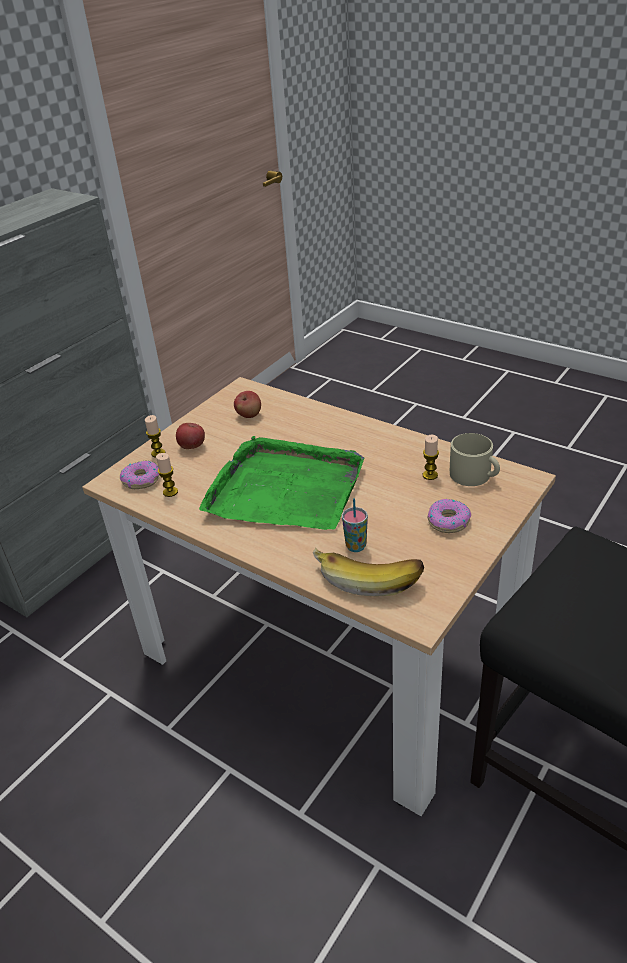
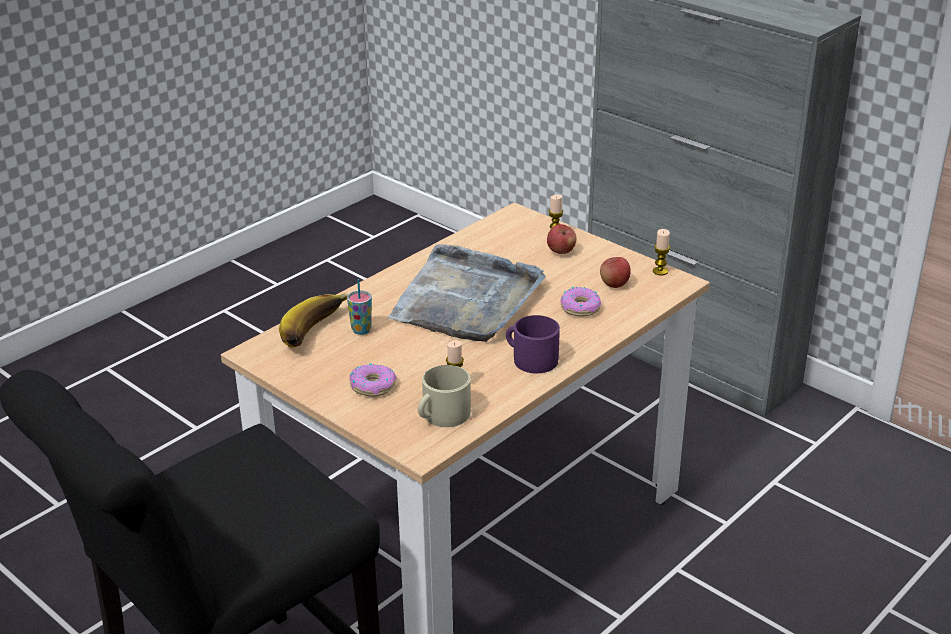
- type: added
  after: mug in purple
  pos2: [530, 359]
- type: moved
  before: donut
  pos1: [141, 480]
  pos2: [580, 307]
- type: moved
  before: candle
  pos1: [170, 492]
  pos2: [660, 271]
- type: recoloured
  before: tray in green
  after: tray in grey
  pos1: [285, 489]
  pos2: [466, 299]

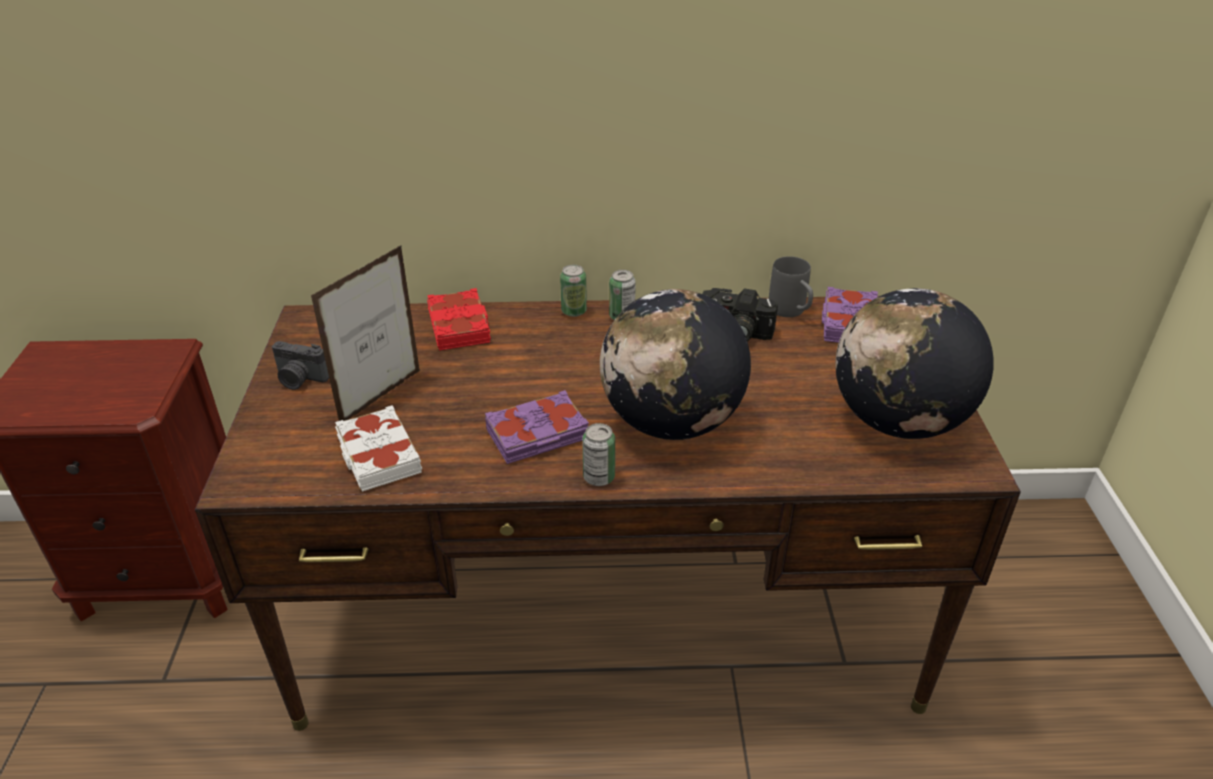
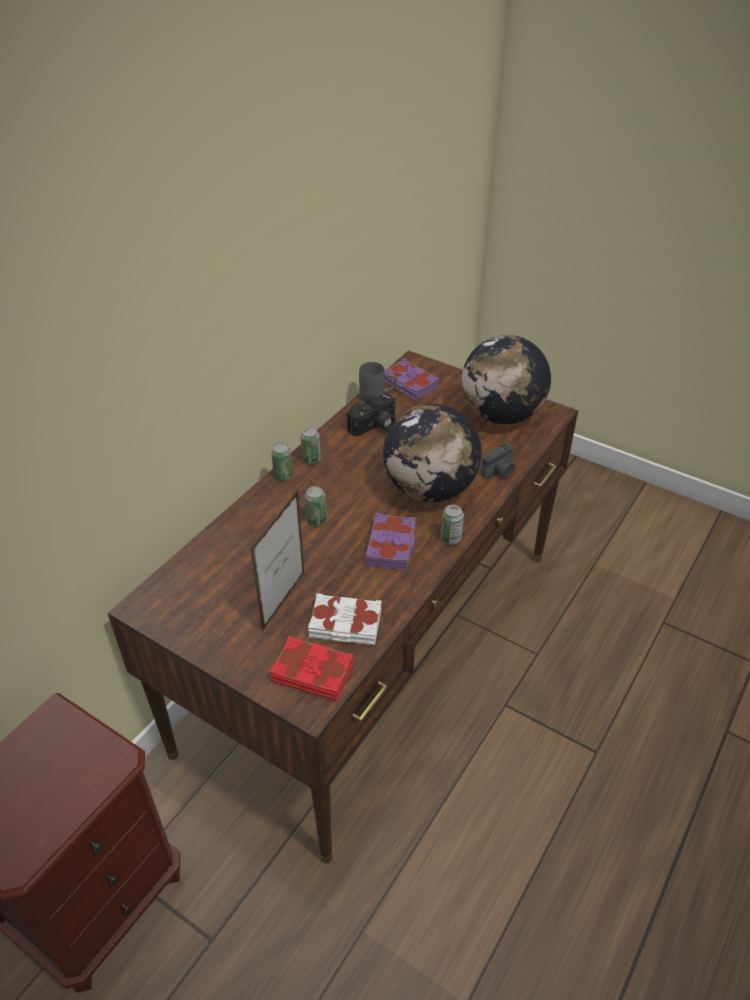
- type: added
  after: can
  pos2: [316, 520]
- type: moved
  before: photo camera
  pos1: [300, 379]
  pos2: [499, 472]
- type: moved
  before: book in red
  pos1: [460, 326]
  pos2: [313, 672]
- type: turned
  before: picture frame
  pos1: [381, 397]
  pos2: [284, 600]
  turn: 45

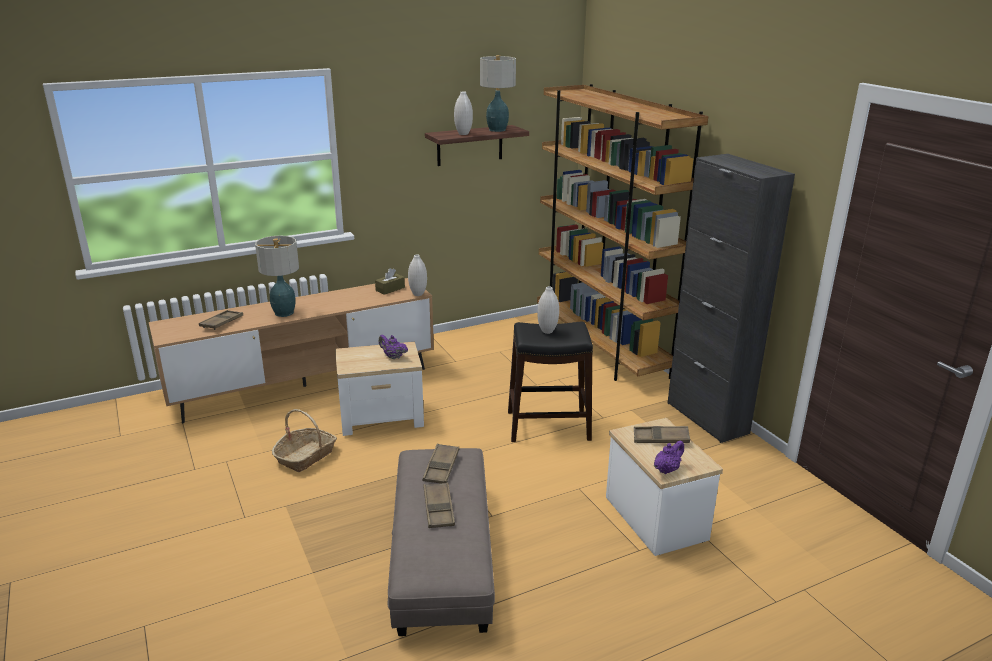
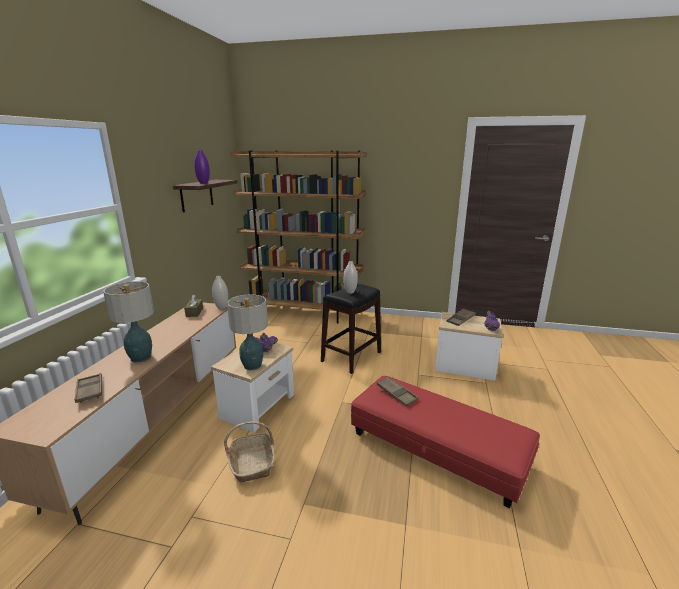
- type: removed
  before: tray in brown
  pos1: [438, 509]
- type: removed
  before: cabinet in black
  pos1: [707, 418]
- type: moved
  before: table lamp
  pos1: [497, 130]
  pos2: [252, 366]
- type: recoloured
  before: ottoman in grey
  after: ottoman in red
  pos1: [442, 554]
  pos2: [436, 449]
- type: recoloured
  before: vase in white
  after: vase in purple
  pos1: [463, 134]
  pos2: [203, 183]

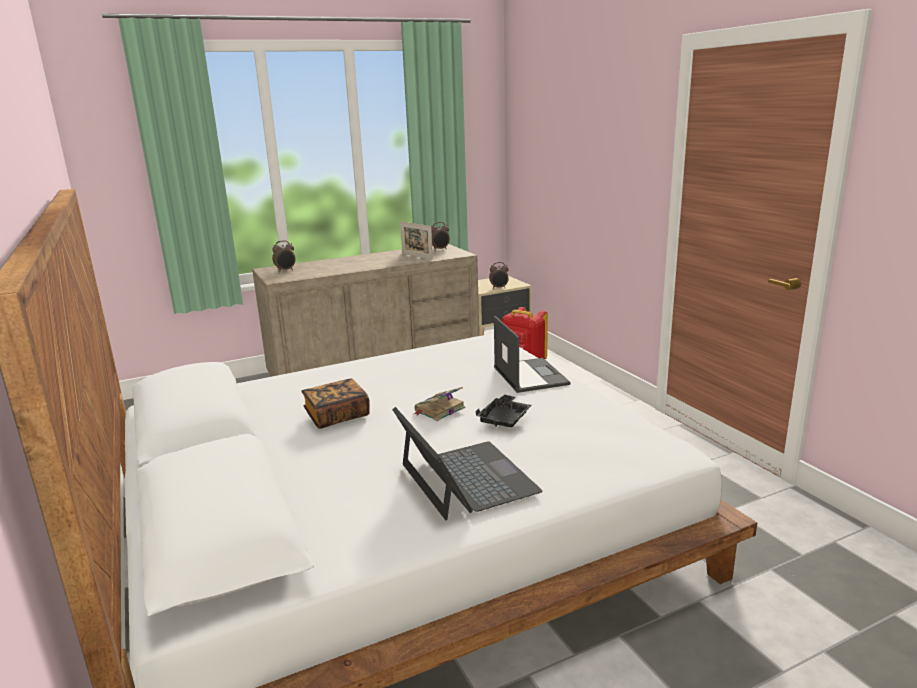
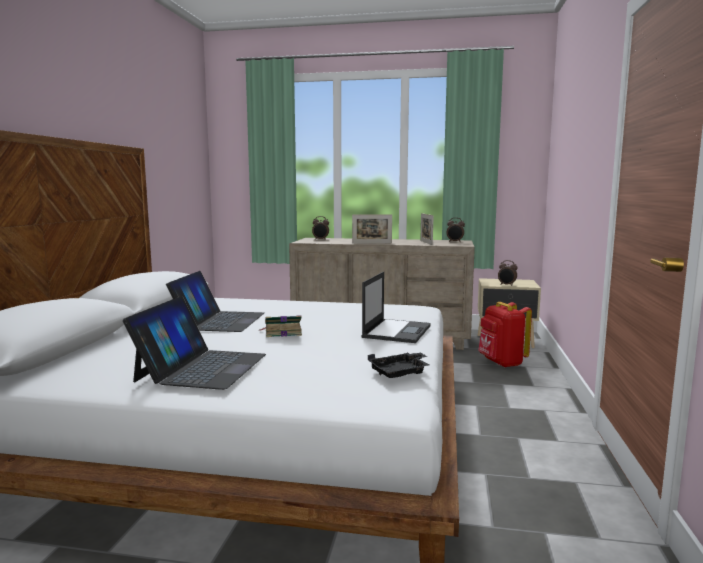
- type: added
  after: picture frame
  pos2: [372, 243]
- type: moved
  before: tray in black
  pos1: [505, 419]
  pos2: [400, 373]
- type: replaced
  before: book
  after: laptop
  pos1: [337, 416]
  pos2: [219, 321]

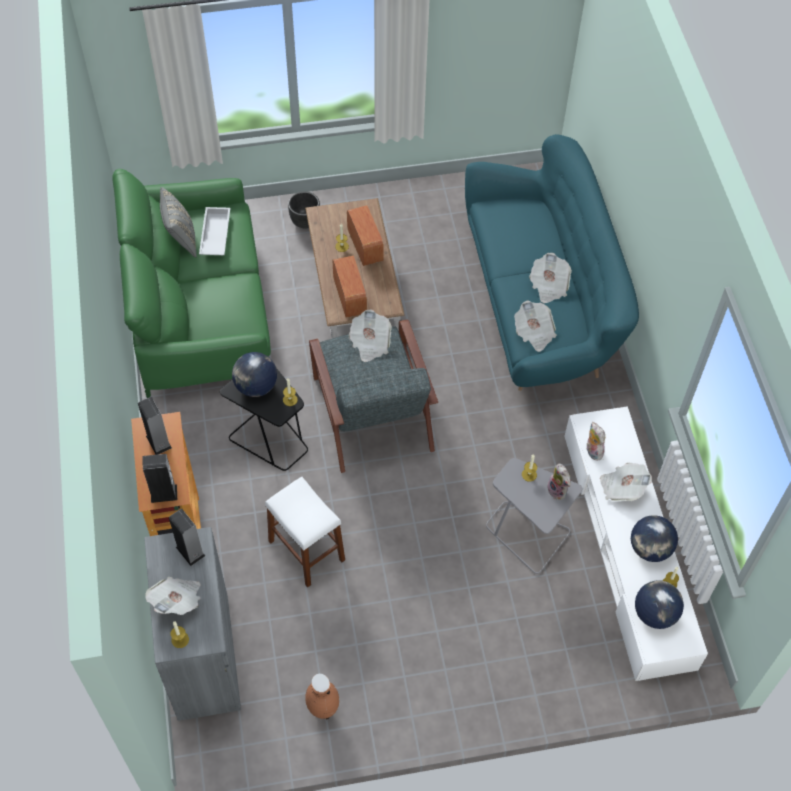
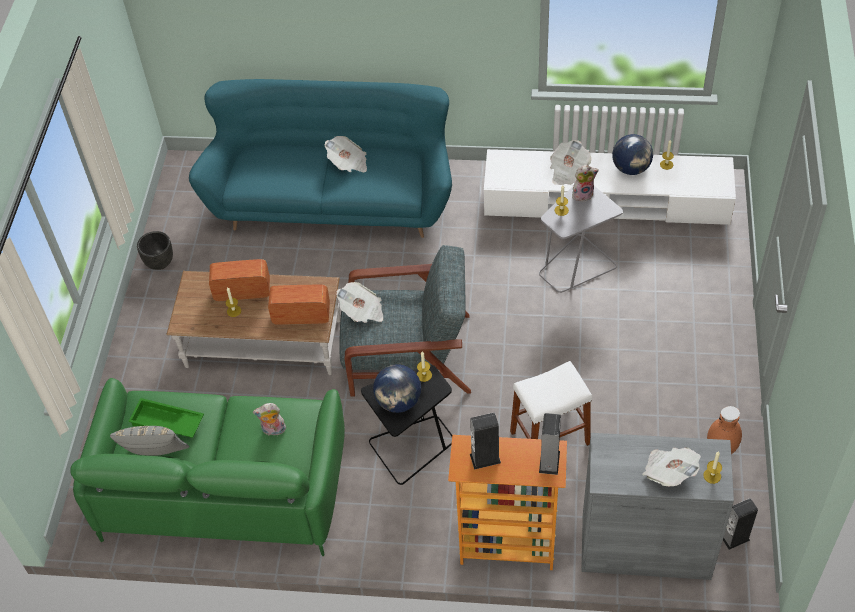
- type: removed
  before: newspaper
  pos1: [534, 333]
- type: removed
  before: globe
  pos1: [654, 613]
- type: moved
  before: speaker
  pos1: [190, 551]
  pos2: [735, 538]
- type: moved
  before: planter in black
  pos1: [305, 222]
  pos2: [159, 263]
- type: moved
  before: plush toy
  pos1: [592, 451]
  pos2: [273, 430]
- type: recoloured
  before: tray in white
  after: tray in green
  pos1: [214, 235]
  pos2: [167, 423]

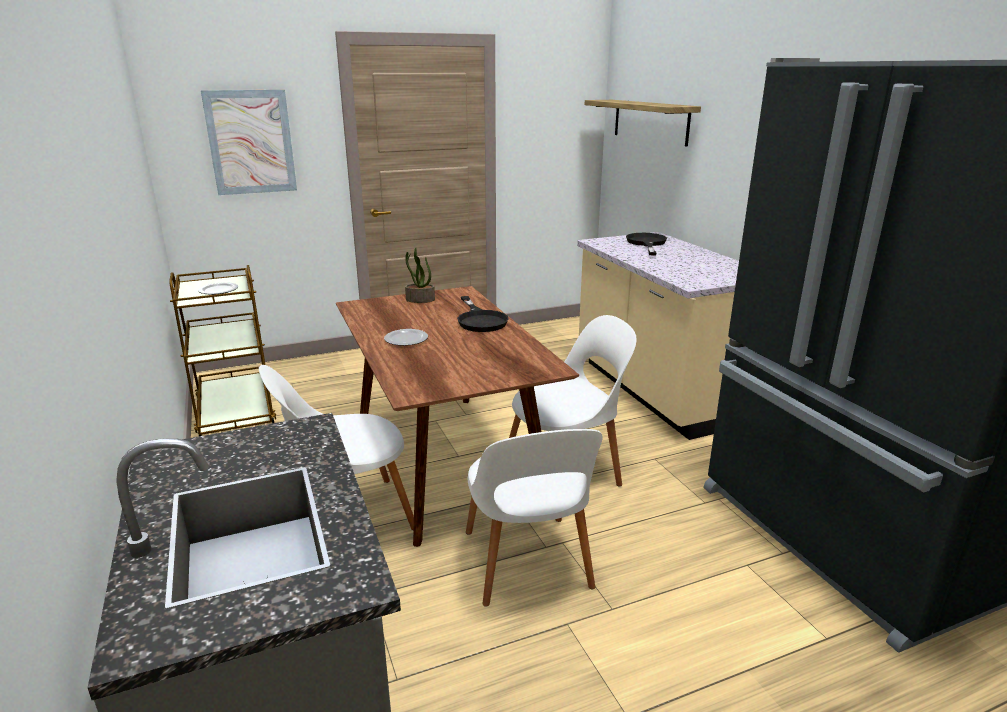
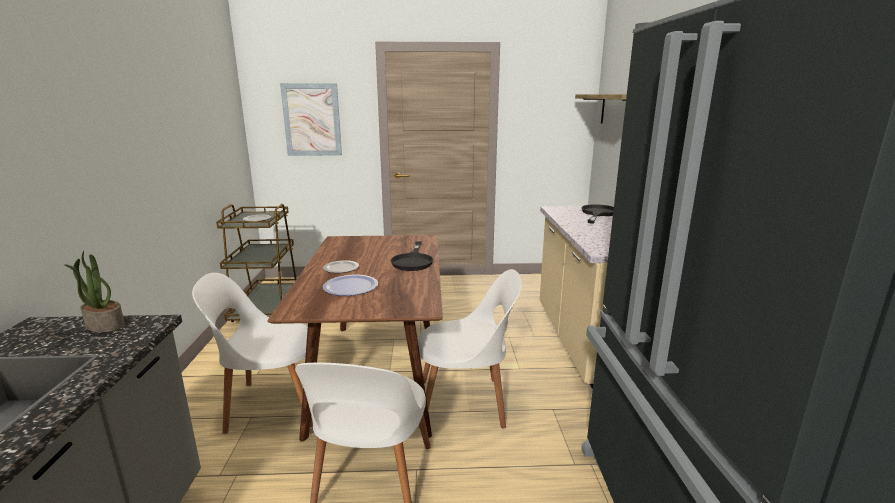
- type: added
  after: plate
  pos2: [351, 286]
- type: moved
  before: potted plant
  pos1: [420, 300]
  pos2: [104, 325]

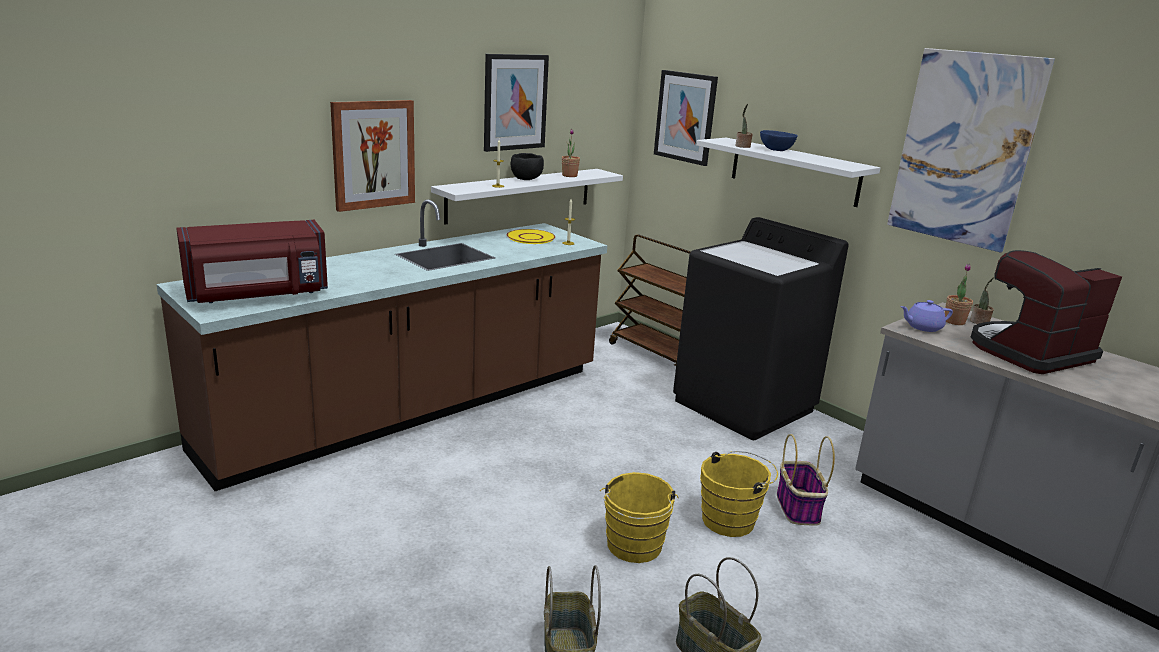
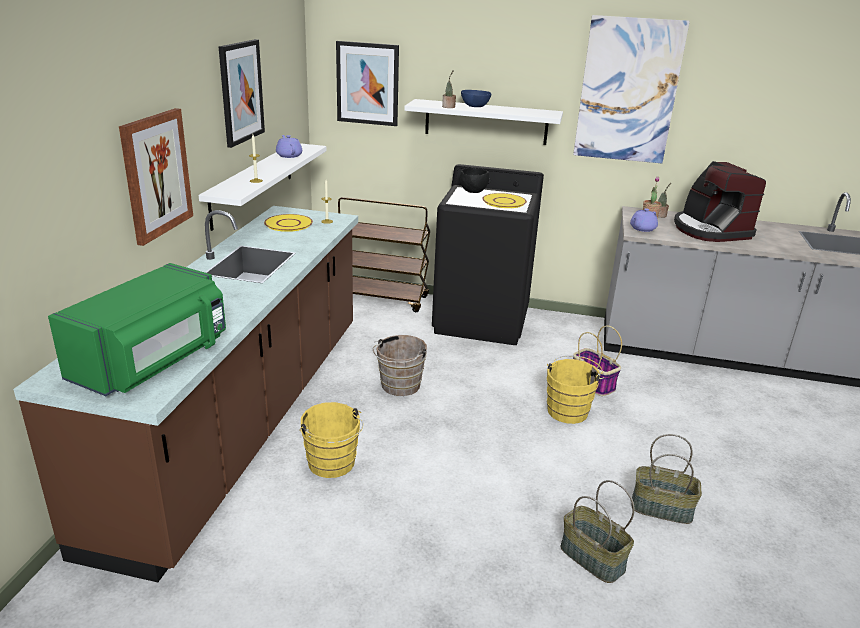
- type: added
  after: bucket in brown
  pos2: [399, 387]
- type: added
  after: plate in yellow
  pos2: [504, 201]
- type: moved
  before: bowl in black
  pos1: [526, 179]
  pos2: [473, 191]
- type: moved
  before: bucket in yellow
  pos1: [633, 548]
  pos2: [332, 465]
- type: replaced
  before: potted plant
  after: teapot in purple
  pos1: [569, 175]
  pos2: [289, 155]
- type: recoloured
  before: microwave in red
  after: microwave in green
  pos1: [258, 295]
  pos2: [154, 361]
- type: turned
  before: coffee machine
  pos1: [1029, 352]
  pos2: [710, 230]
  turn: -45

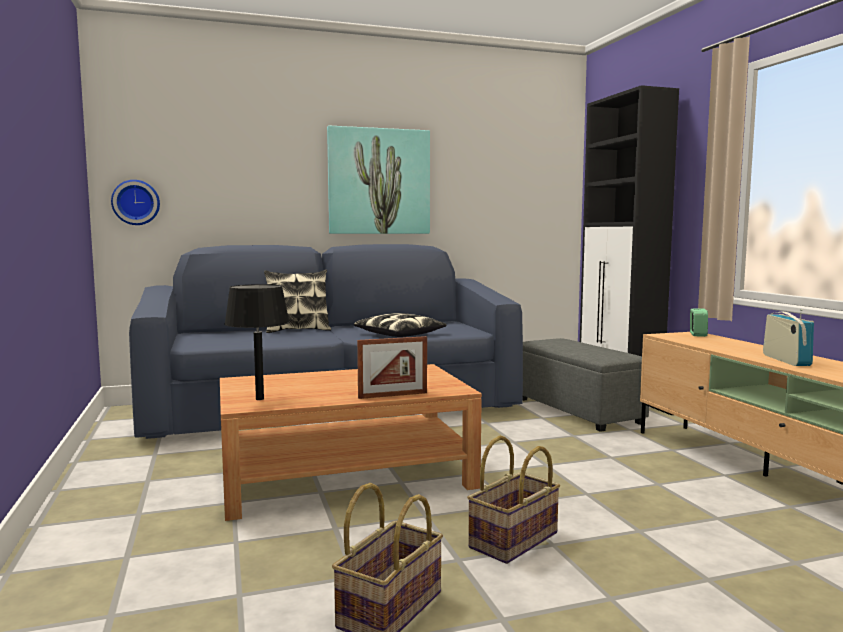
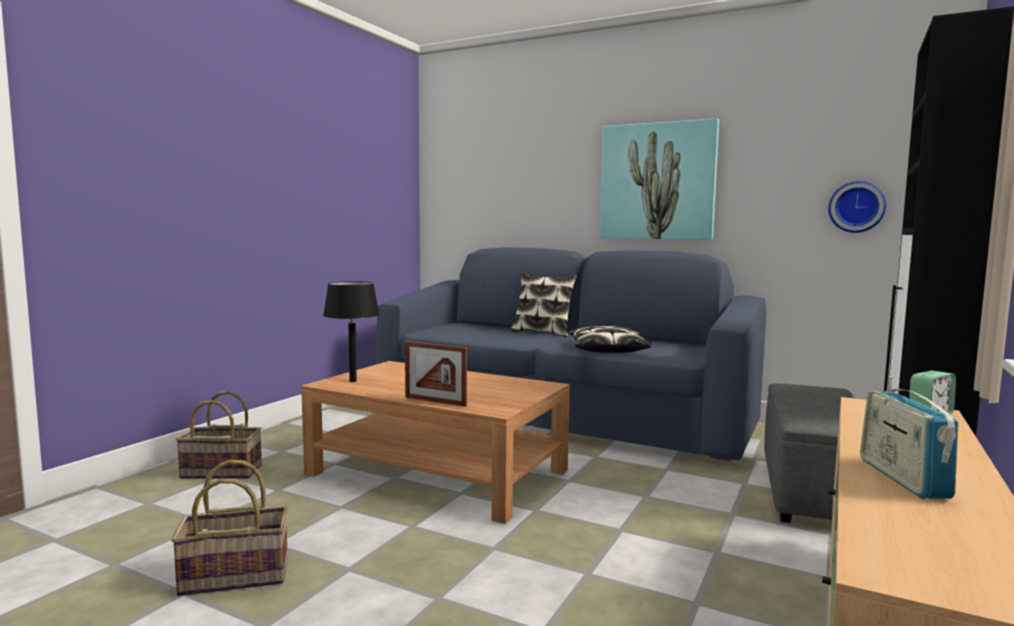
- type: moved
  before: wall clock
  pos1: [136, 202]
  pos2: [856, 207]
- type: moved
  before: basket
  pos1: [514, 541]
  pos2: [220, 472]
- type: turned
  before: radio
  pos1: [786, 360]
  pos2: [902, 478]
  turn: 135

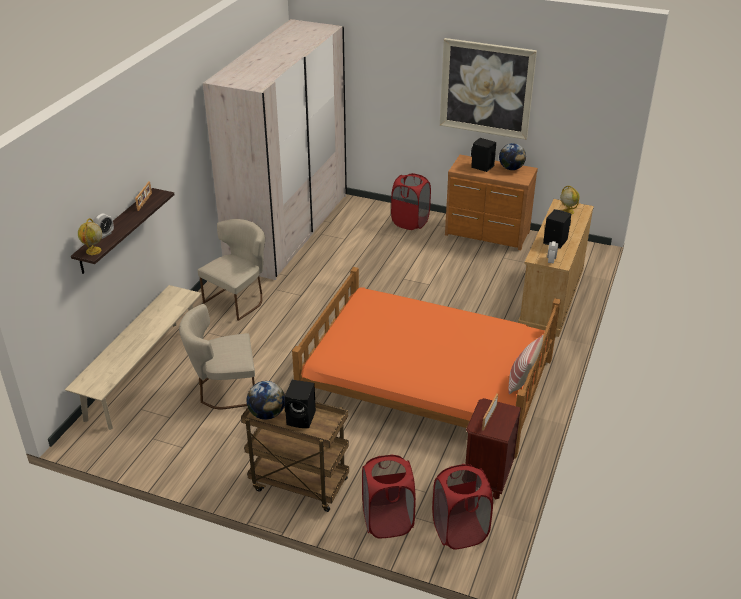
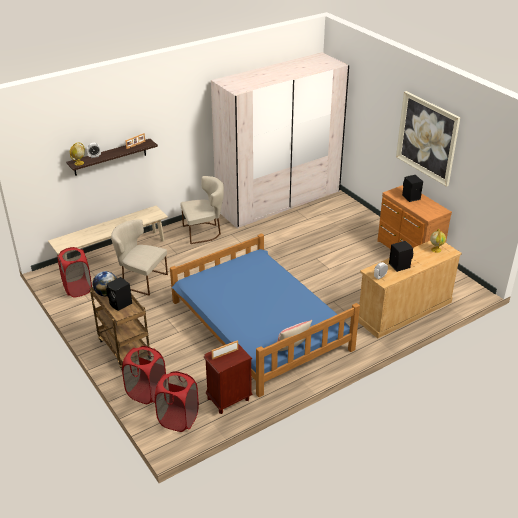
- type: removed
  before: globe
  pos1: [511, 168]
- type: moved
  before: laundry basket in red
  pos1: [410, 222]
  pos2: [77, 288]
- type: recoloured
  before: bed in orange
  after: bed in blue
  pos1: [425, 378]
  pos2: [259, 325]

